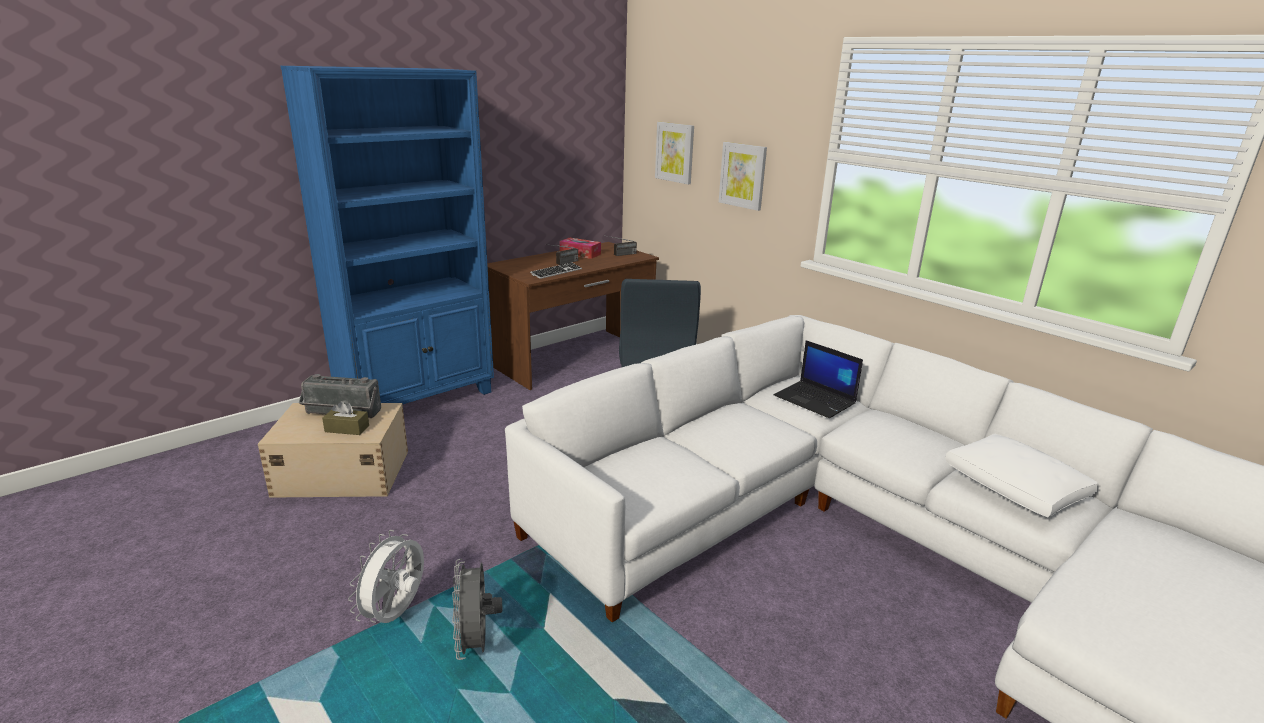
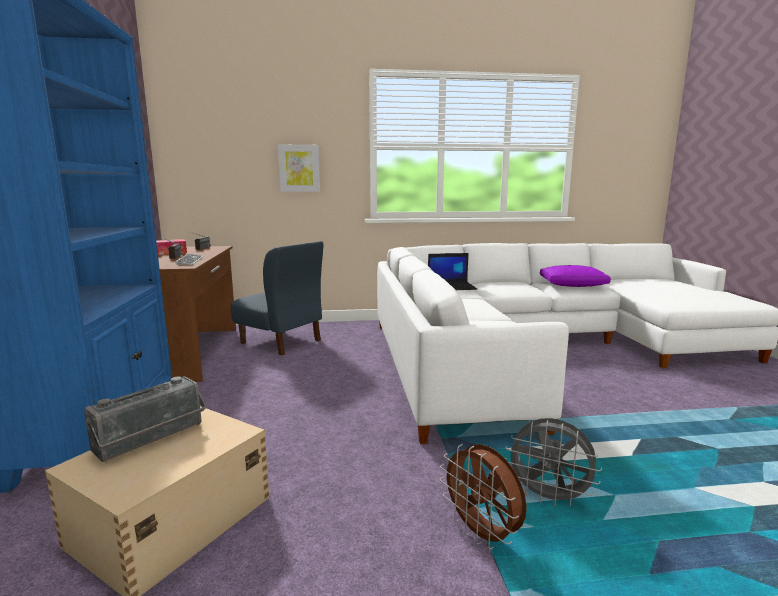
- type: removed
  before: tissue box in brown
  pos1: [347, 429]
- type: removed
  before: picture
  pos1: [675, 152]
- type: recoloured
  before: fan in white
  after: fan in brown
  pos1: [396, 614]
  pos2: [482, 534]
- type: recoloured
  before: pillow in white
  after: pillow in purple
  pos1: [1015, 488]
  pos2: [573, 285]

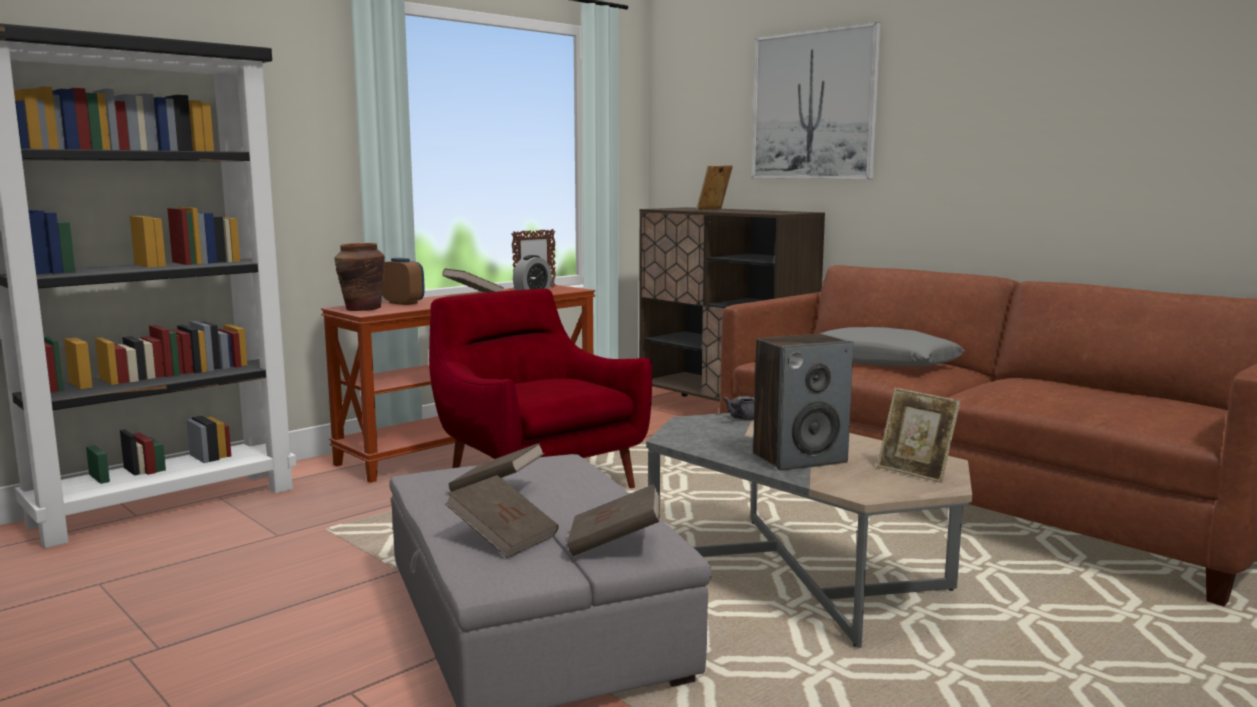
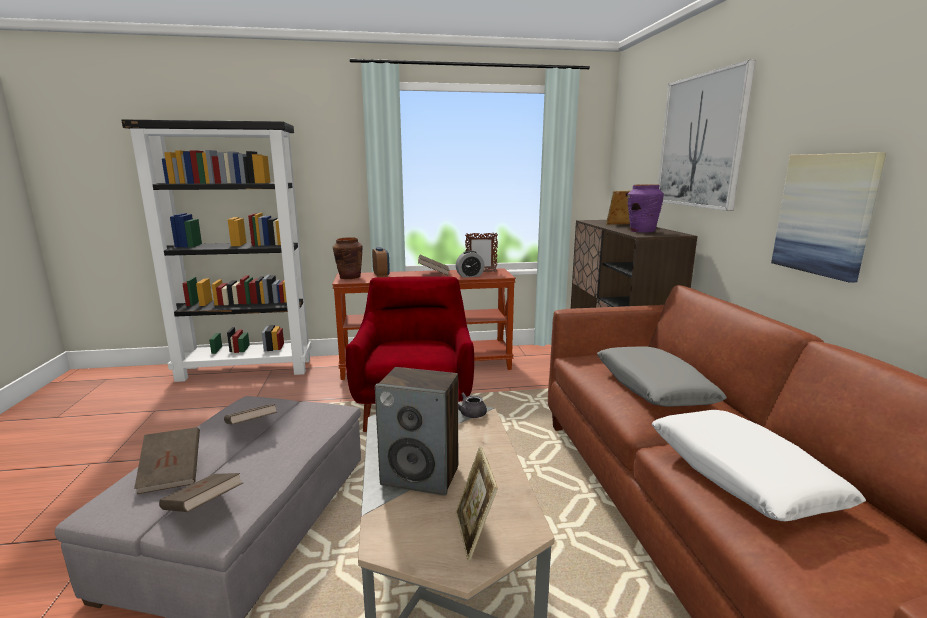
- type: added
  after: vase in purple
  pos2: [642, 231]
- type: added
  after: pillow in white
  pos2: [741, 475]
- type: added
  after: picture
  pos2: [825, 214]

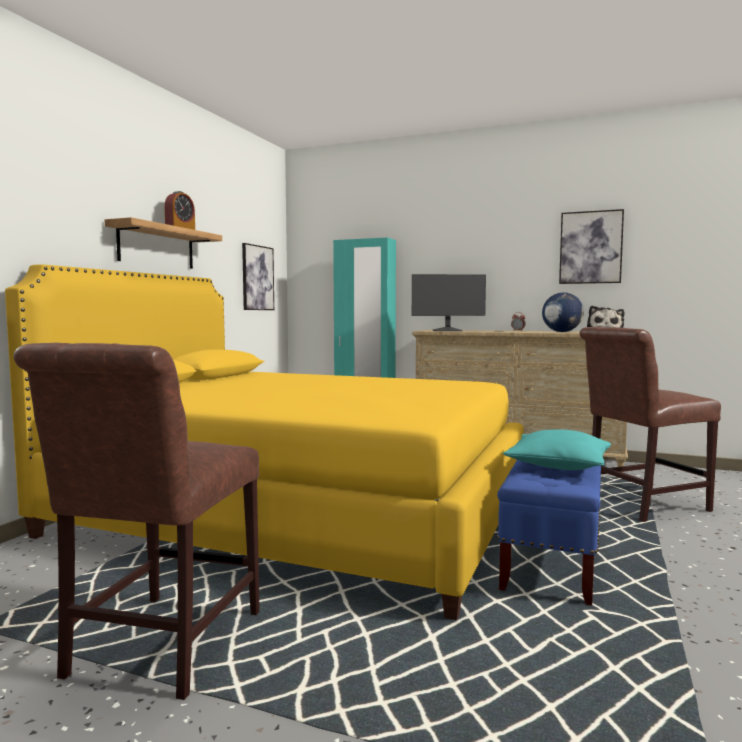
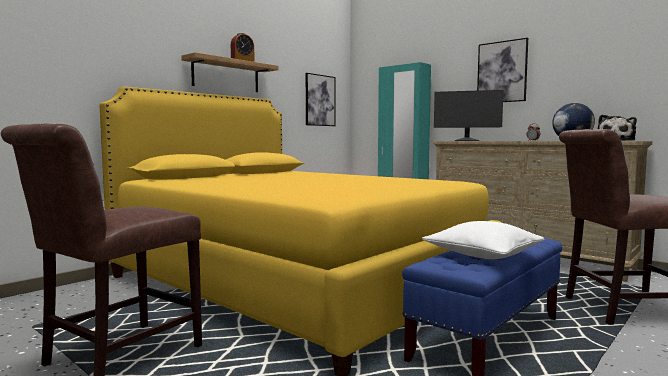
- type: moved
  before: picture
  pos1: [590, 247]
  pos2: [502, 72]
- type: recoloured
  before: pillow in turquoise
  after: pillow in white
  pos1: [558, 465]
  pos2: [482, 255]

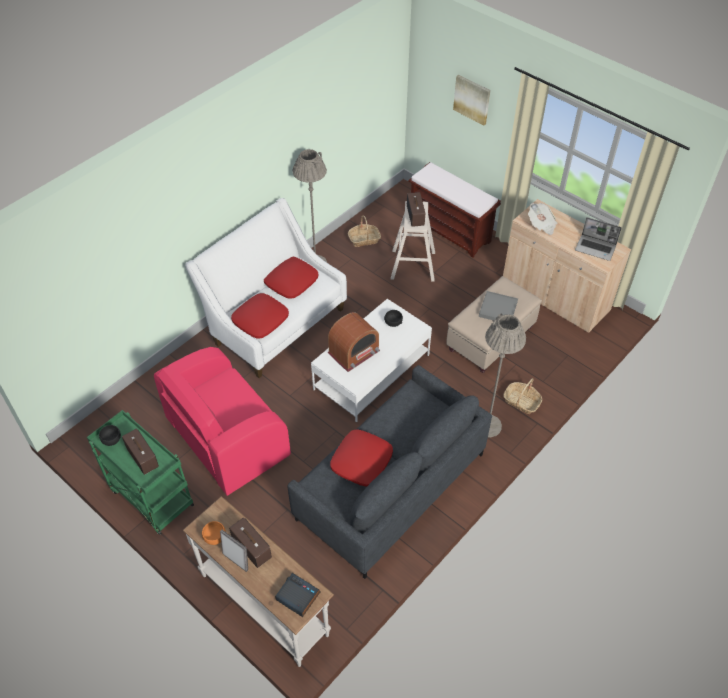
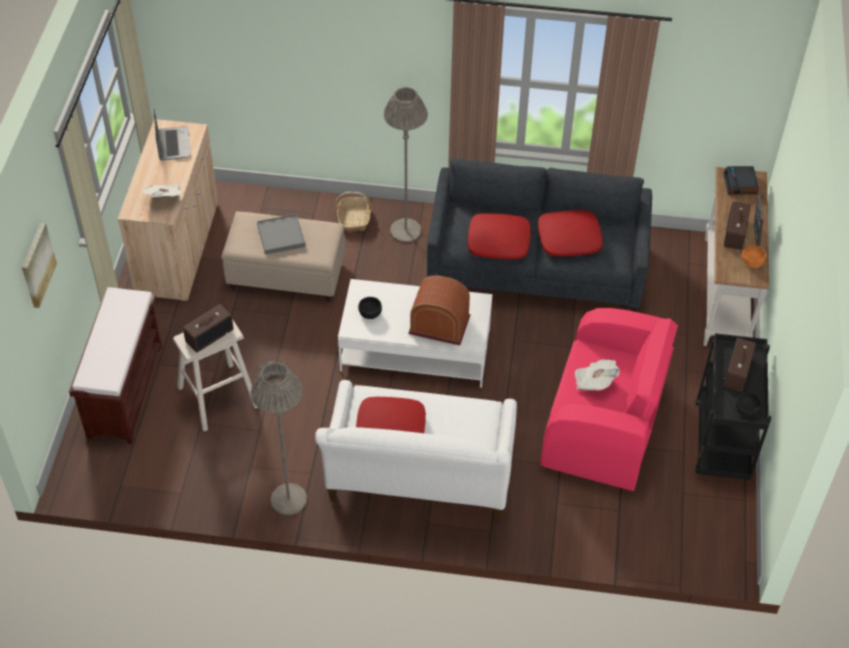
- type: removed
  before: basket
  pos1: [364, 239]
- type: added
  after: newspaper
  pos2: [594, 382]
- type: moved
  before: pillow in red
  pos1: [260, 320]
  pos2: [498, 242]
- type: recoloured
  before: cart in green
  after: cart in black
  pos1: [150, 497]
  pos2: [723, 443]

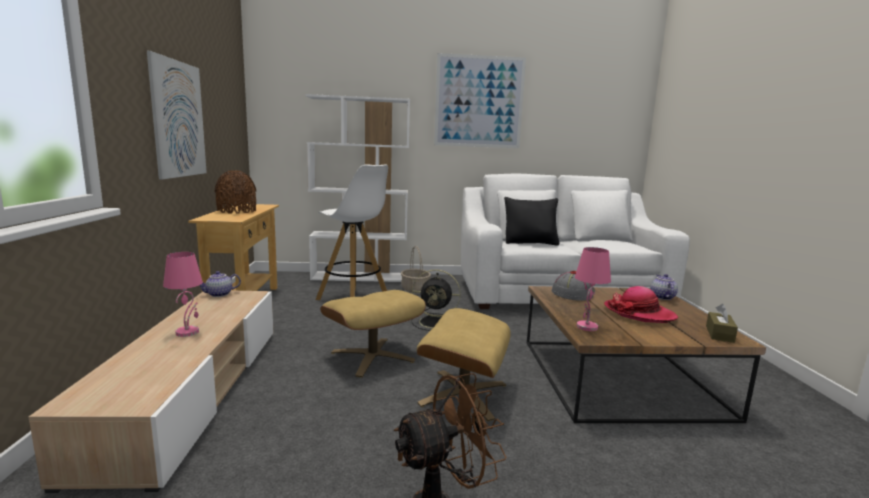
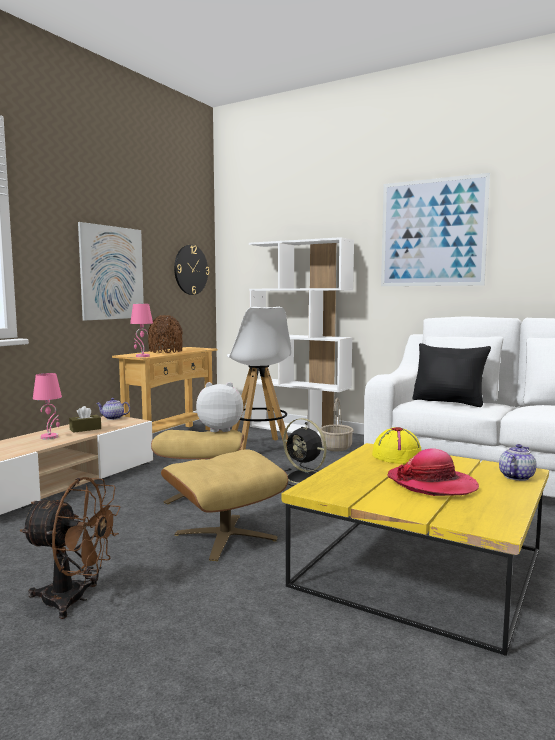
- type: added
  after: wall clock
  pos2: [190, 270]
- type: added
  after: plush toy
  pos2: [220, 429]
- type: moved
  before: table lamp in pink
  pos1: [587, 327]
  pos2: [142, 356]
- type: moved
  before: tissue box in brown
  pos1: [719, 334]
  pos2: [85, 429]
- type: recoloured
  before: coffee table in brown
  after: coffee table in yellow
  pos1: [620, 376]
  pos2: [423, 567]
- type: recoloured
  before: hat in grey
  after: hat in yellow
  pos1: [571, 294]
  pos2: [397, 456]

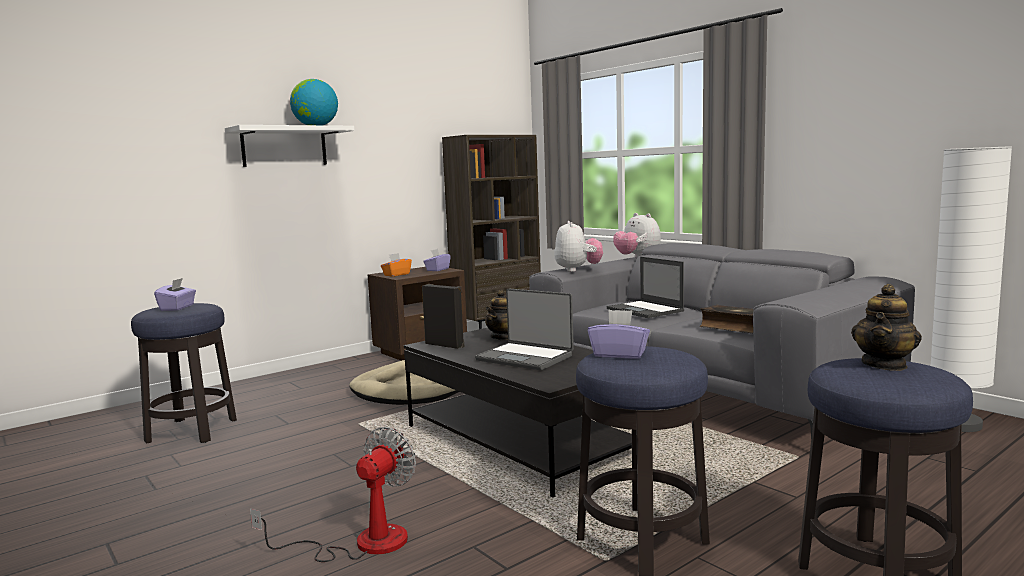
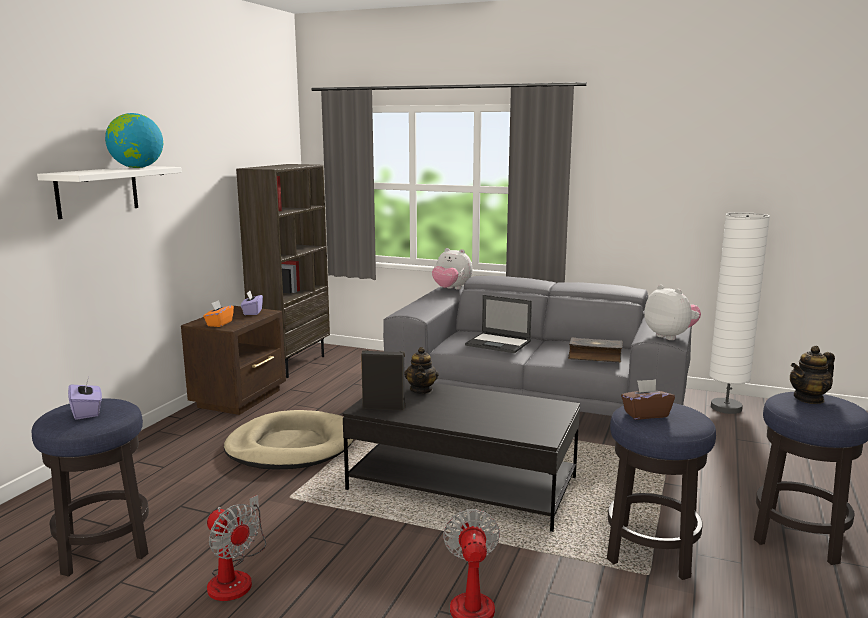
- type: removed
  before: laptop
  pos1: [525, 357]
- type: added
  after: fan
  pos2: [235, 576]
- type: moved
  before: plush toy
  pos1: [578, 270]
  pos2: [670, 336]
- type: recoloured
  before: tissue box in purple
  after: tissue box in brown
  pos1: [619, 354]
  pos2: [645, 414]
- type: turned
  before: teapot
  pos1: [884, 365]
  pos2: [809, 398]
  turn: 60

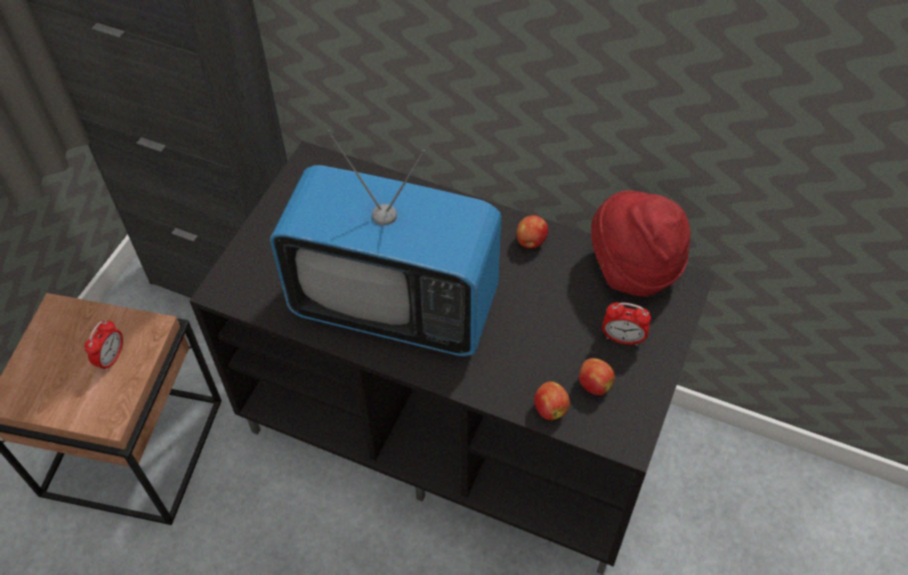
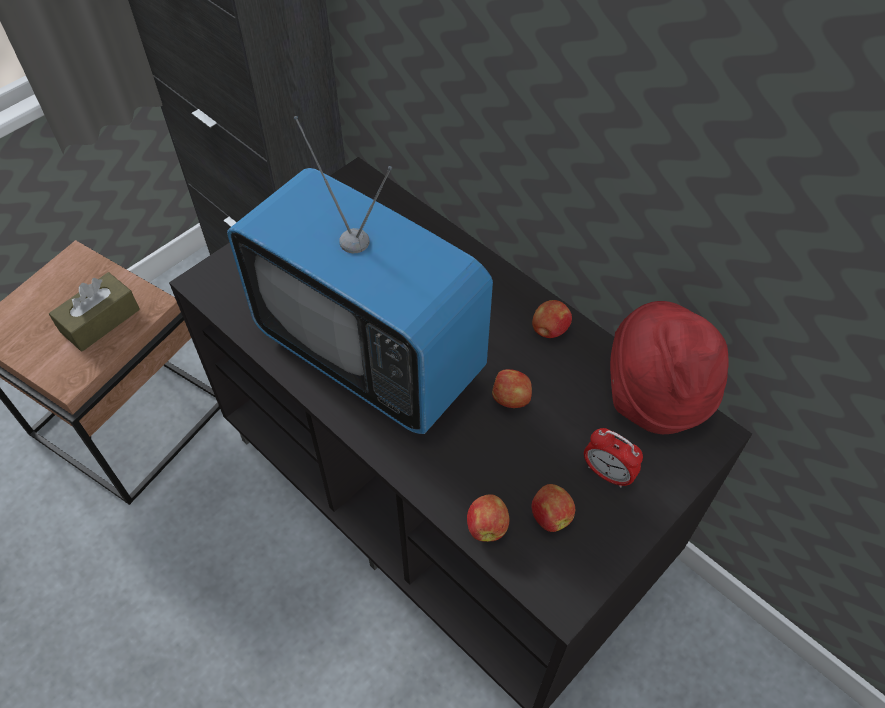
- type: added
  after: apple
  pos2: [511, 399]
- type: replaced
  before: alarm clock
  after: tissue box in brown
  pos1: [111, 358]
  pos2: [100, 321]

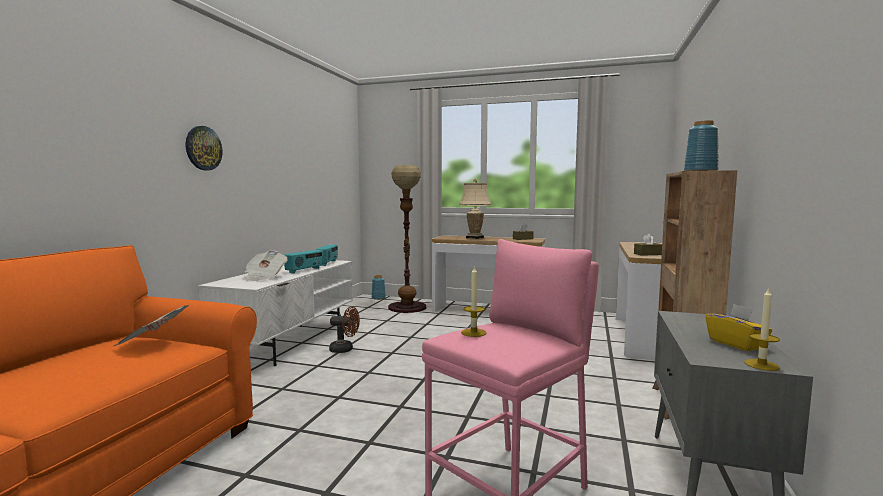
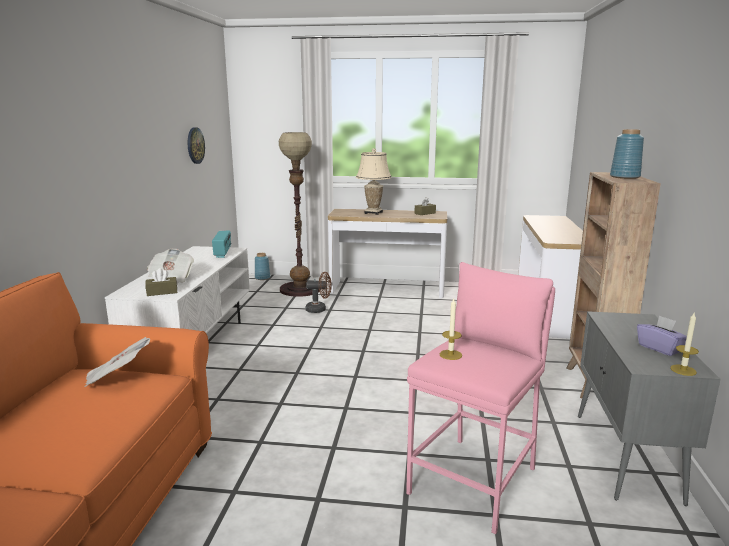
- type: removed
  before: radio
  pos1: [304, 270]
- type: moved
  before: wall clock
  pos1: [203, 148]
  pos2: [195, 145]
- type: moved
  before: fan in brown
  pos1: [345, 349]
  pos2: [319, 309]
- type: moved
  before: tissue box in brown
  pos1: [648, 254]
  pos2: [162, 292]
- type: recoloured
  before: tissue box in yellow
  after: tissue box in purple
  pos1: [736, 344]
  pos2: [660, 348]

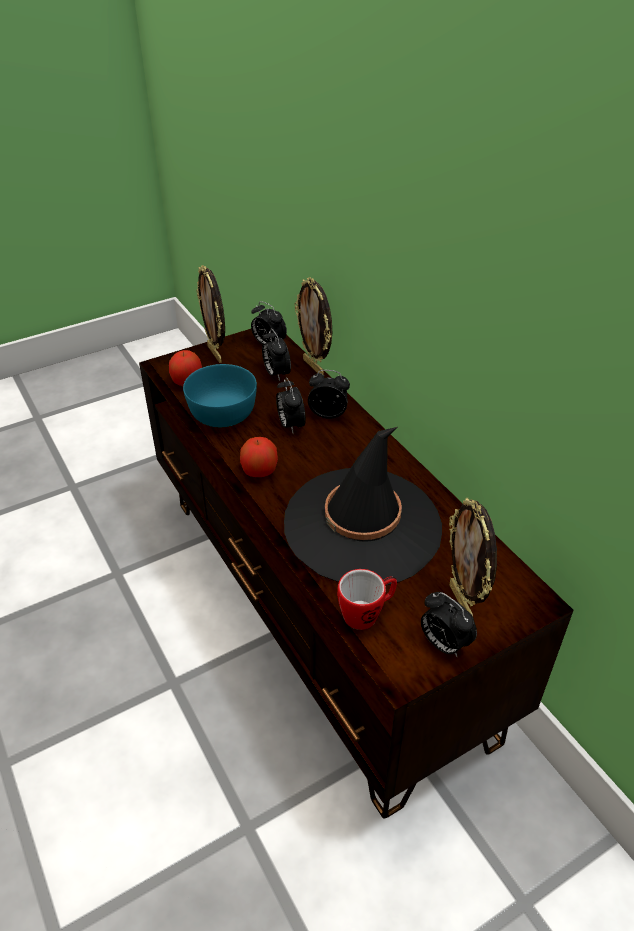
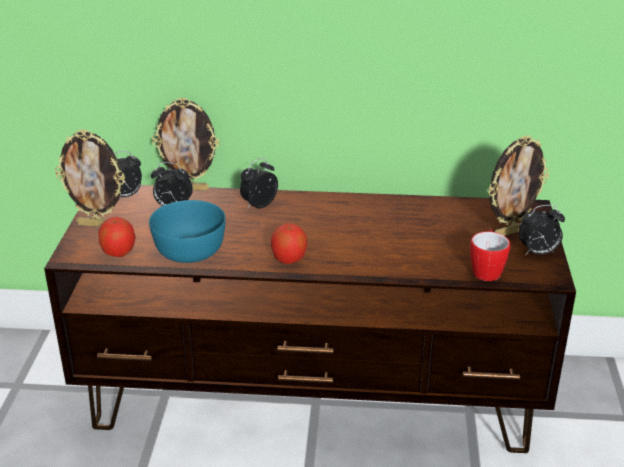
- type: removed
  before: alarm clock
  pos1: [290, 425]
- type: removed
  before: hat in black
  pos1: [362, 525]
- type: turned
  before: picture frame
  pos1: [462, 602]
  pos2: [510, 232]
  turn: -45

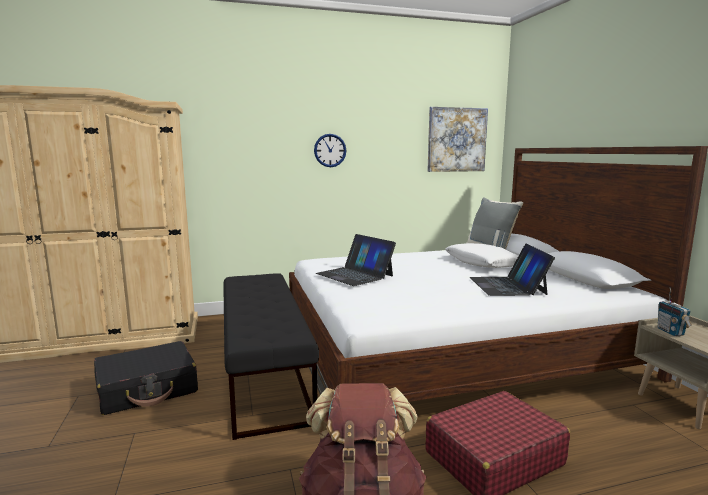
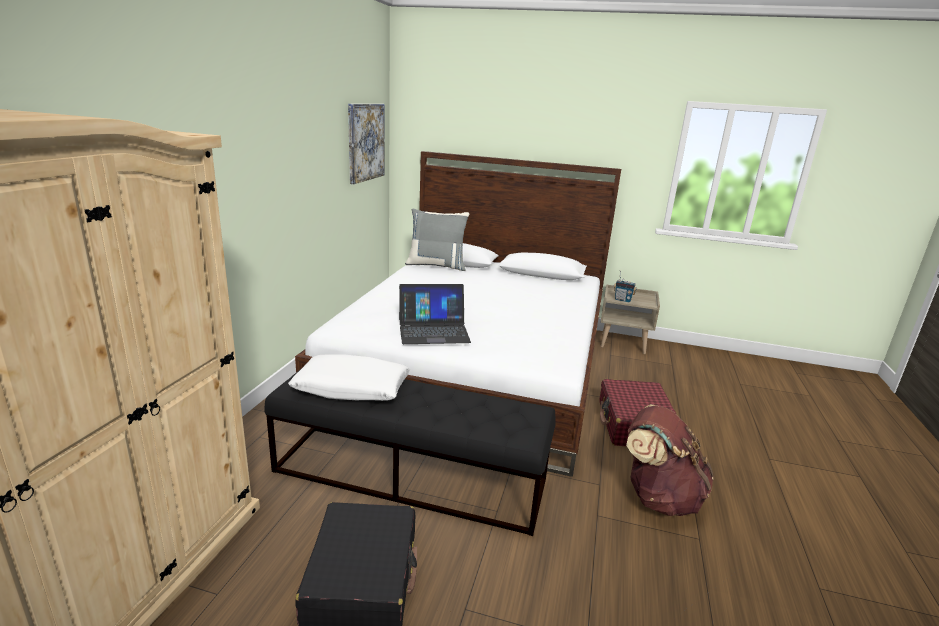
- type: removed
  before: wall clock
  pos1: [330, 150]
- type: removed
  before: laptop
  pos1: [507, 286]
- type: moved
  before: pillow in white
  pos1: [482, 263]
  pos2: [351, 388]

